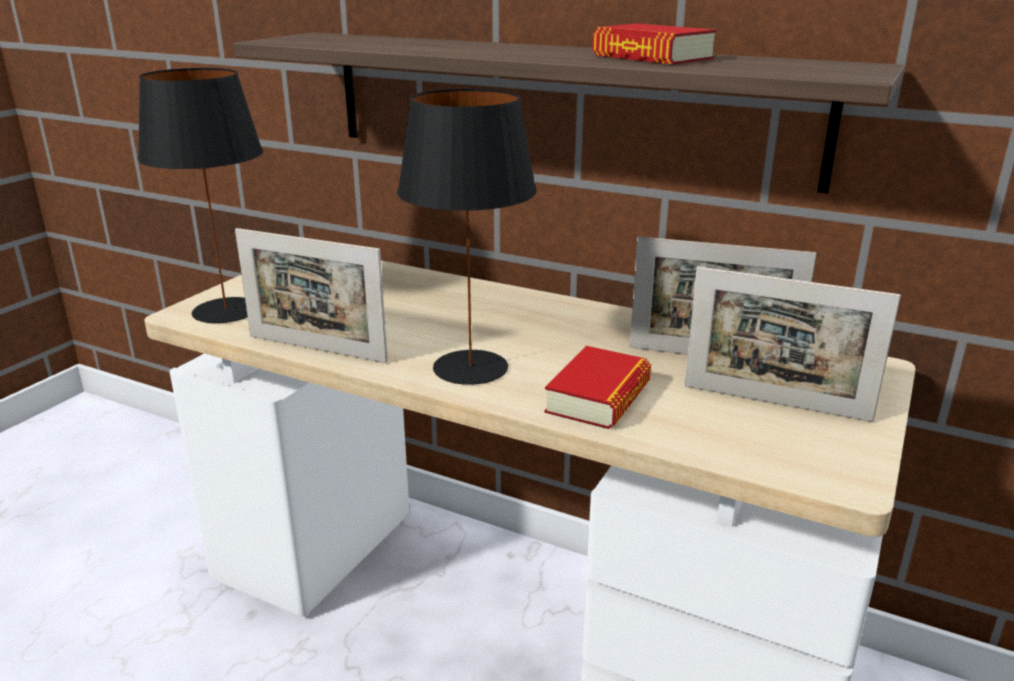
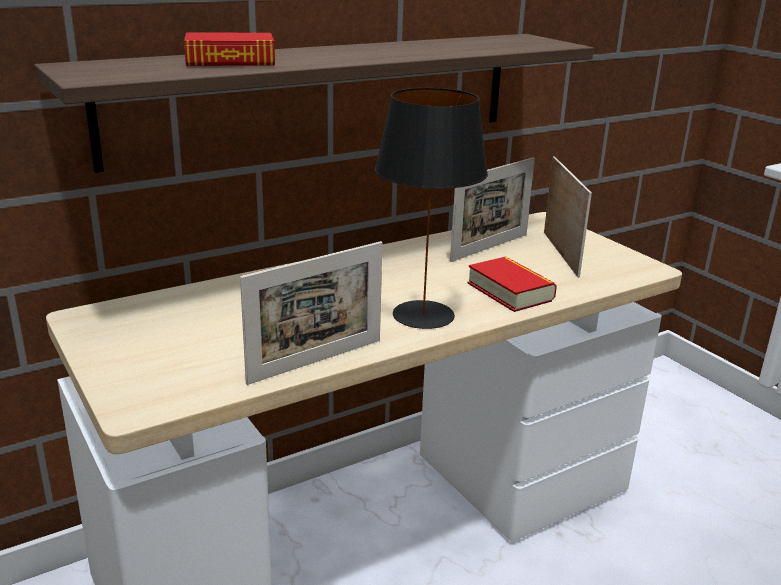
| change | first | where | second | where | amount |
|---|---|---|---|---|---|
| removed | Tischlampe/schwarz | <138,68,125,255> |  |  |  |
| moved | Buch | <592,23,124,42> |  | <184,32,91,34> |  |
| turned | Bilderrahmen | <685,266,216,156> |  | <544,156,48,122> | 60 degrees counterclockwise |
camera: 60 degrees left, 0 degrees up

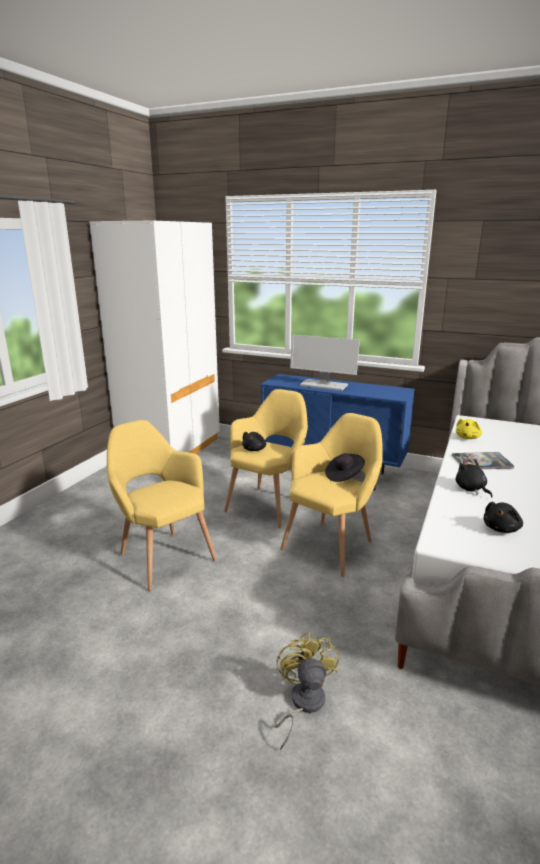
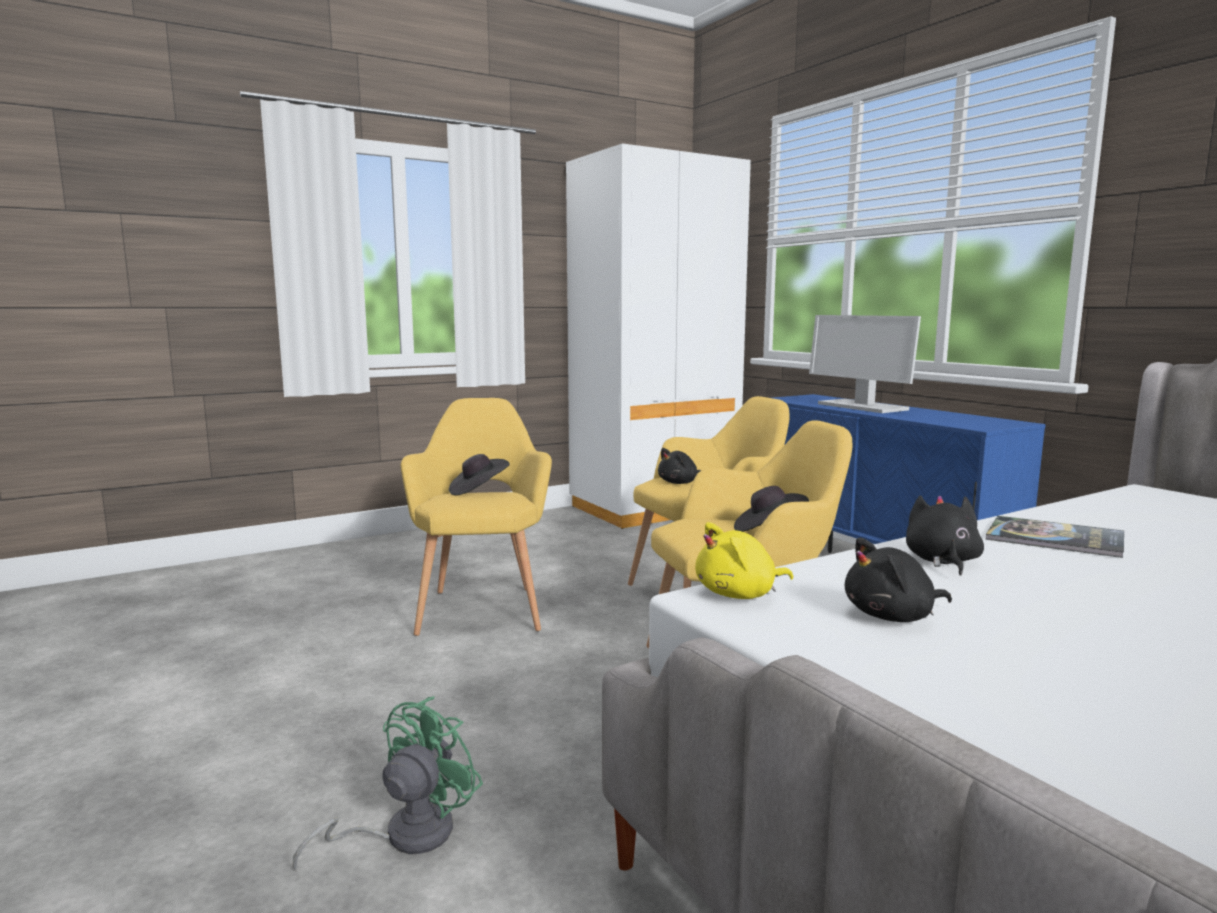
| change | first | where | second | where | amount |
|---|---|---|---|---|---|
| added |  |  | Hut/schwarz | <449,454,61,41> |  |
| moved | Plüschtier/gelb | <456,418,26,21> |  | <695,522,98,77> |  |
| recoloured | Ventilator/gelb | <275,632,64,118> | Ventilator/grün | <293,696,190,175> |  |
camera: 35 degrees right, 10 degrees down

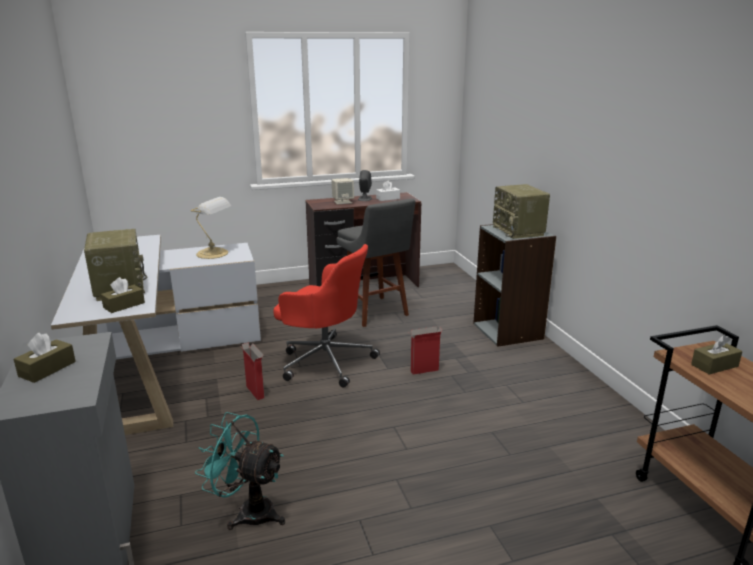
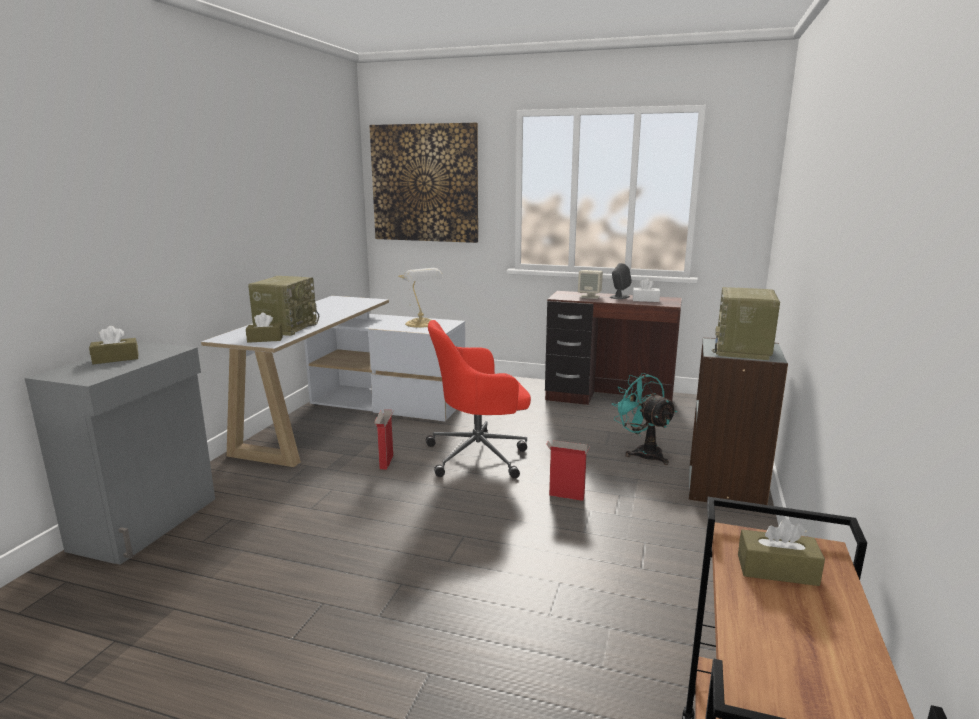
| change | first | where | second | where | amount |
|---|---|---|---|---|---|
| removed | Hocker/grau | <336,199,80,128> |  |  |  |
| added |  |  | Bild | <369,123,109,120> |  |
| moved | Ventilator/türkis | <195,412,90,118> |  | <612,373,65,92> |  |
| turned | Bürostuhl/rot | <273,244,107,144> |  | <426,320,105,159> | 105 degrees clockwise |
camera: 35 degrees right, 5 degrees down

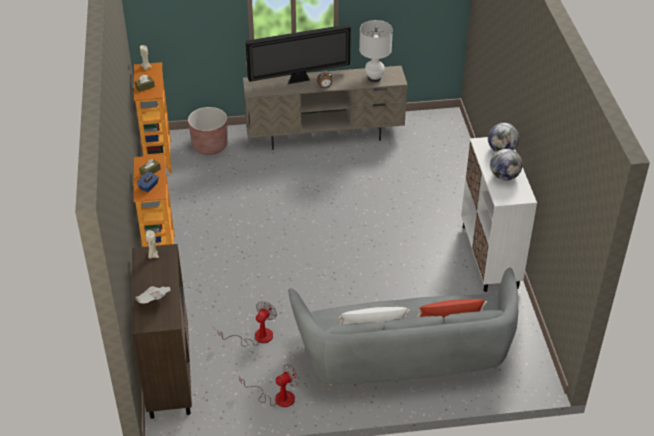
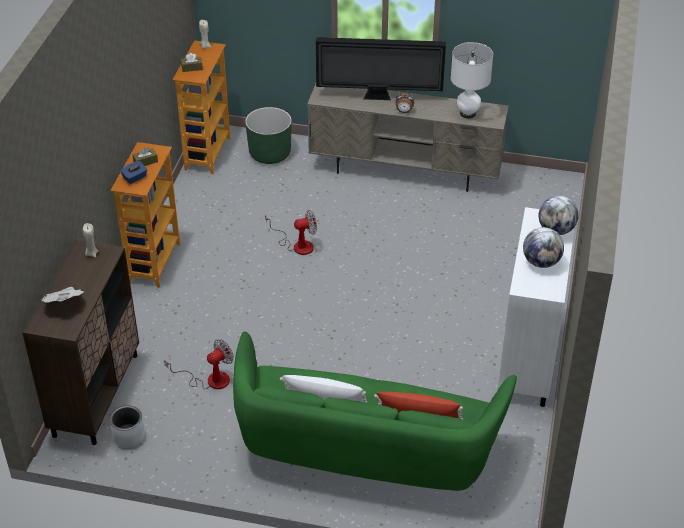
| change | first | where | second | where | amount |
|---|---|---|---|---|---|
| added |  |  | Pflanzkübel/grau | <109,405,36,43> |  |
| moved | Ventilator | <239,364,60,43> |  | <265,210,52,45> |  |
| recoloured | Pflanzkübel/braun | <188,107,39,48> | Pflanzkübel/grün | <245,107,47,57> |  |
| recoloured | Sofa/grau | <288,267,230,118> | Sofa/grün | <233,331,284,160> |  |
camera: 20 degrees right, 0 degrees up

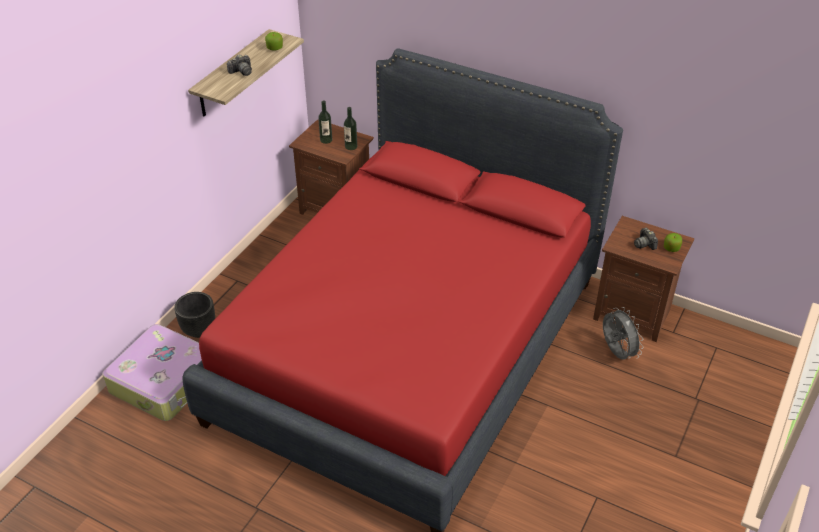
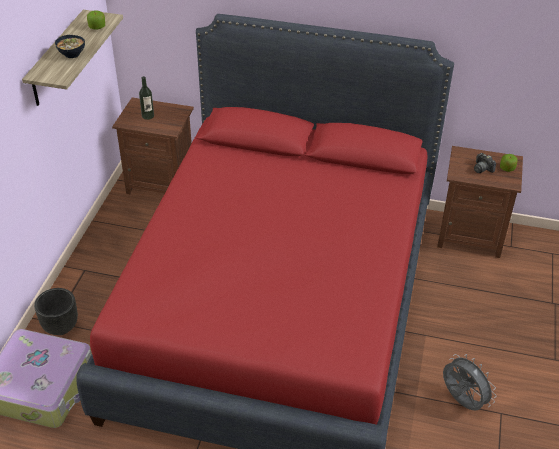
| change | first | where | second | where | amount |
|---|---|---|---|---|---|
| removed | Flasche | <344,107,13,43> |  |  |  |
| moved | Ventilator/grau | <603,307,41,52> |  | <443,354,53,57> |  |
| replaced | Kamera | <227,55,25,21> | Schüssel | <55,35,30,23> |  |
camera: 15 degrees left, 0 degrees up

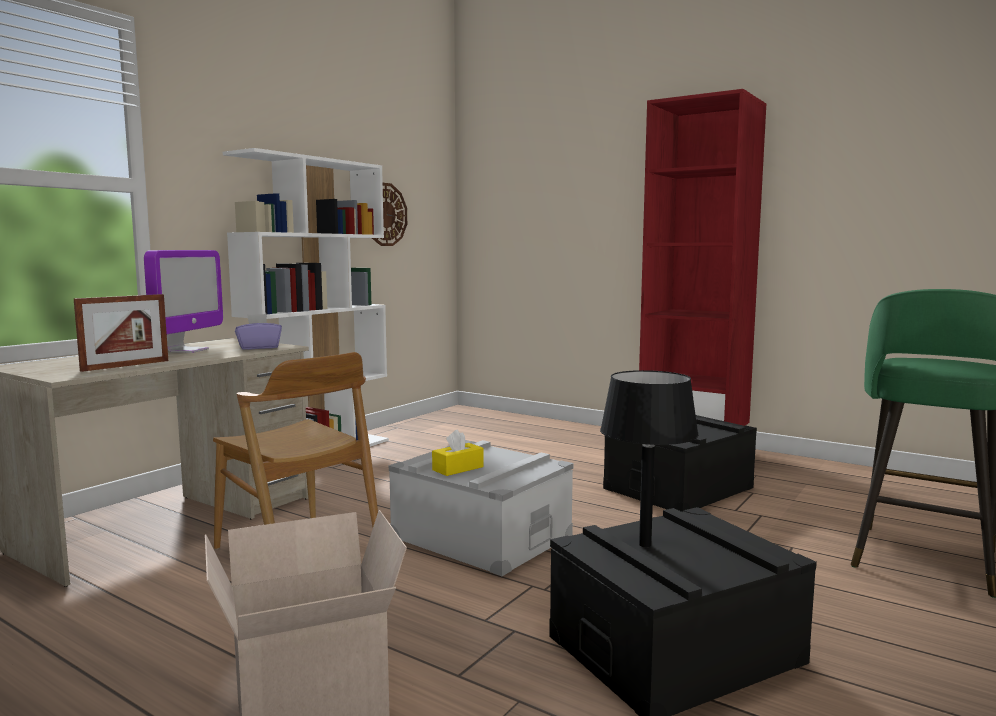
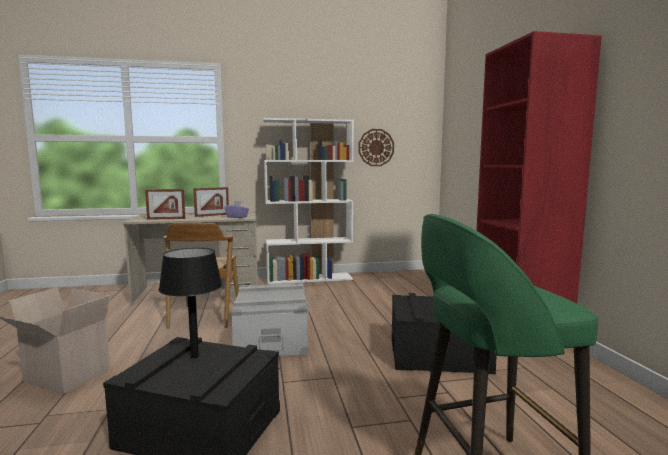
| change | first | where | second | where | amount |
|---|---|---|---|---|---|
| removed | Taschentuchbox/gelb | <432,429,52,47> |  |  |  |
| replaced | Monitor | <144,250,79,103> | Bilderrahmen | <193,187,36,30> |  |
camera: 45 degrees right, 0 degrees up

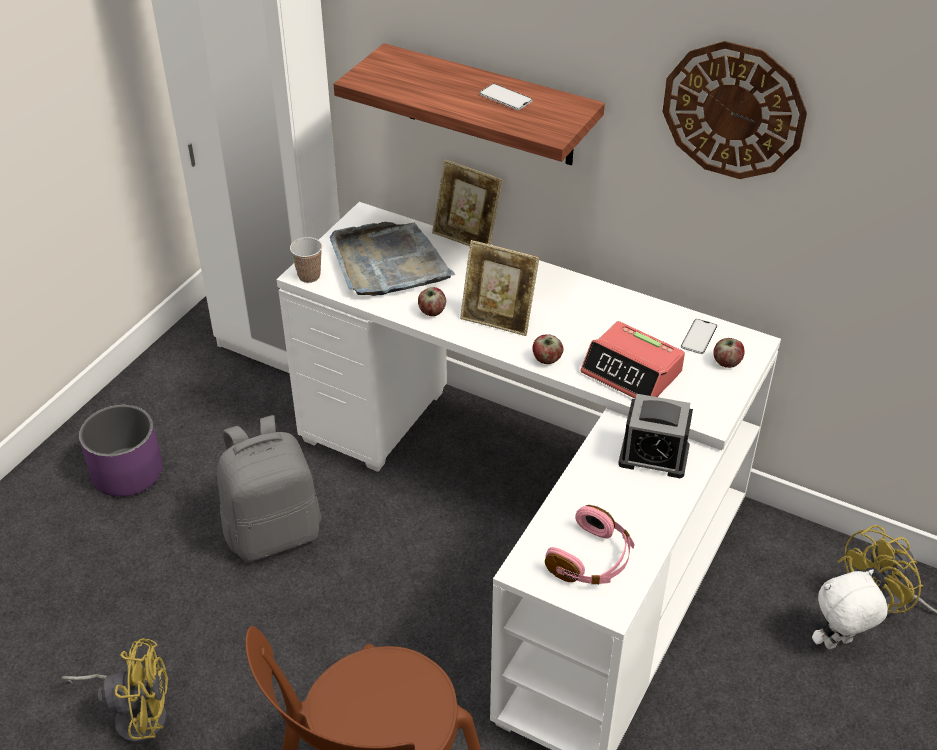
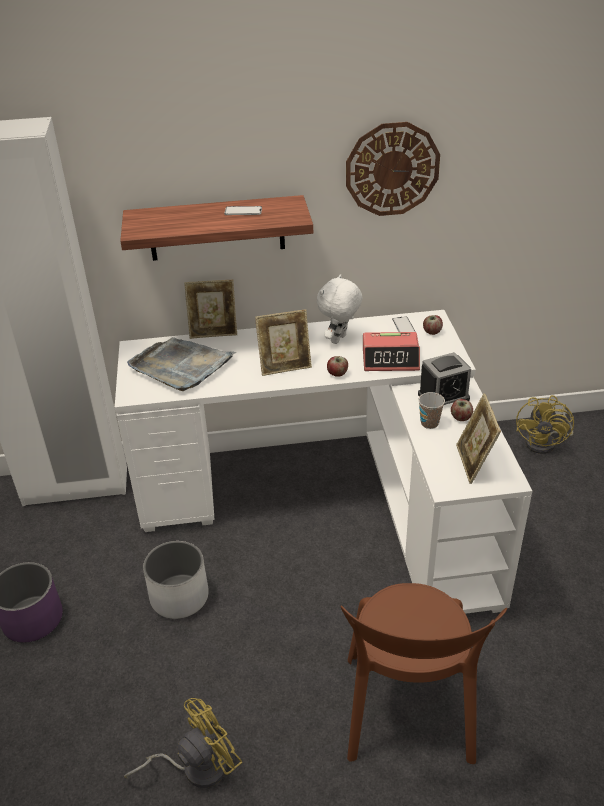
| change | first | where | second | where | amount |
|---|---|---|---|---|---|
| moved | Tasse | <290,237,32,46> |  | <419,392,26,37> |  |
| moved | Apfel | <418,287,28,29> |  | <451,399,22,22> |  |
| moved | Plüschtier/weiß | <812,569,76,80> |  | <317,274,46,70> |  |
| replaced | Rucksack/grau | <217,415,104,147> | Pflanzkübel/weiß | <143,541,66,78> |  |
| replaced | Kopfhörer/rosa | <545,505,90,79> | Bilderrahmen | <456,393,45,91> |  |
camera: 35 degrees left, 5 degrees down

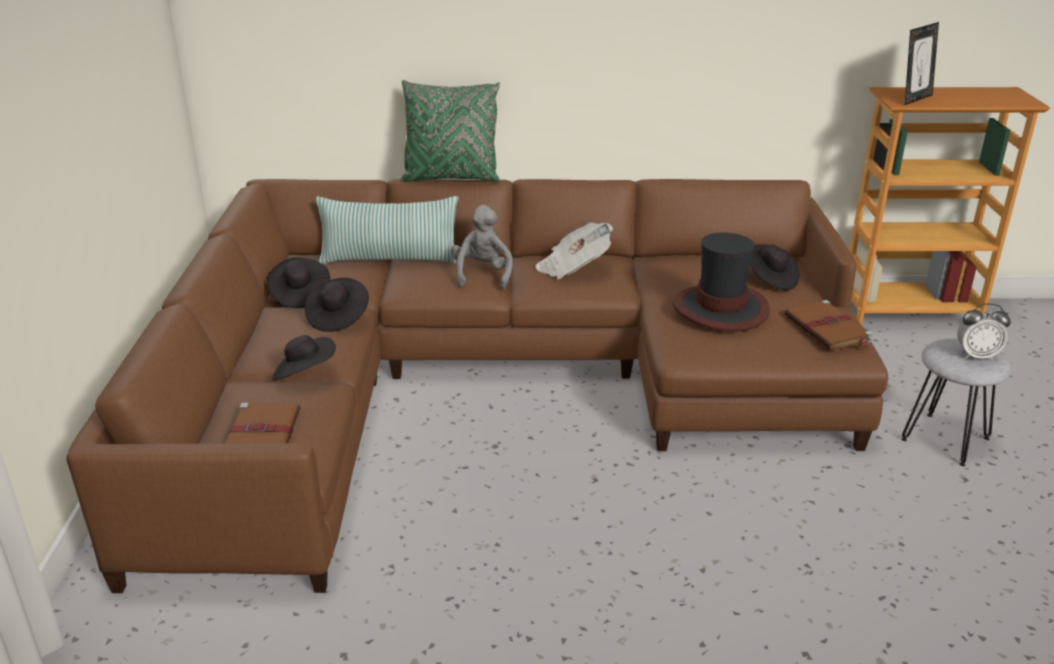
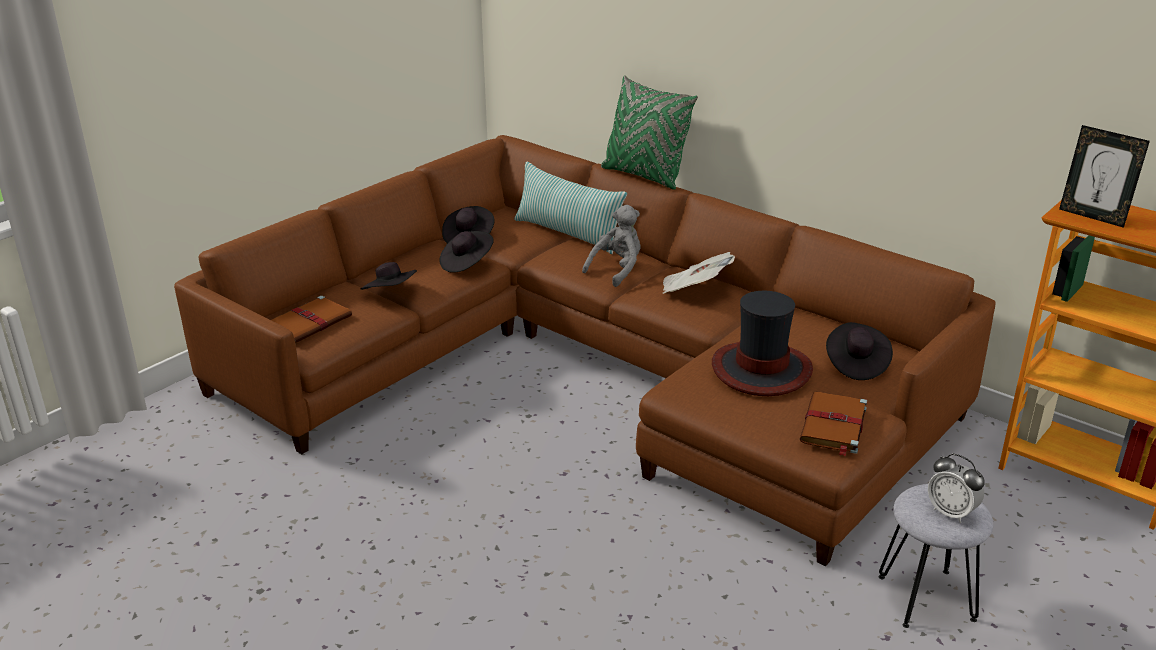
| change | first | where | second | where | amount |
|---|---|---|---|---|---|
| turned | Bilderrahmen | <905,22,34,83> |  | <1059,125,91,103> | 45 degrees clockwise |
camera: 40 degrees right, 0 degrees up

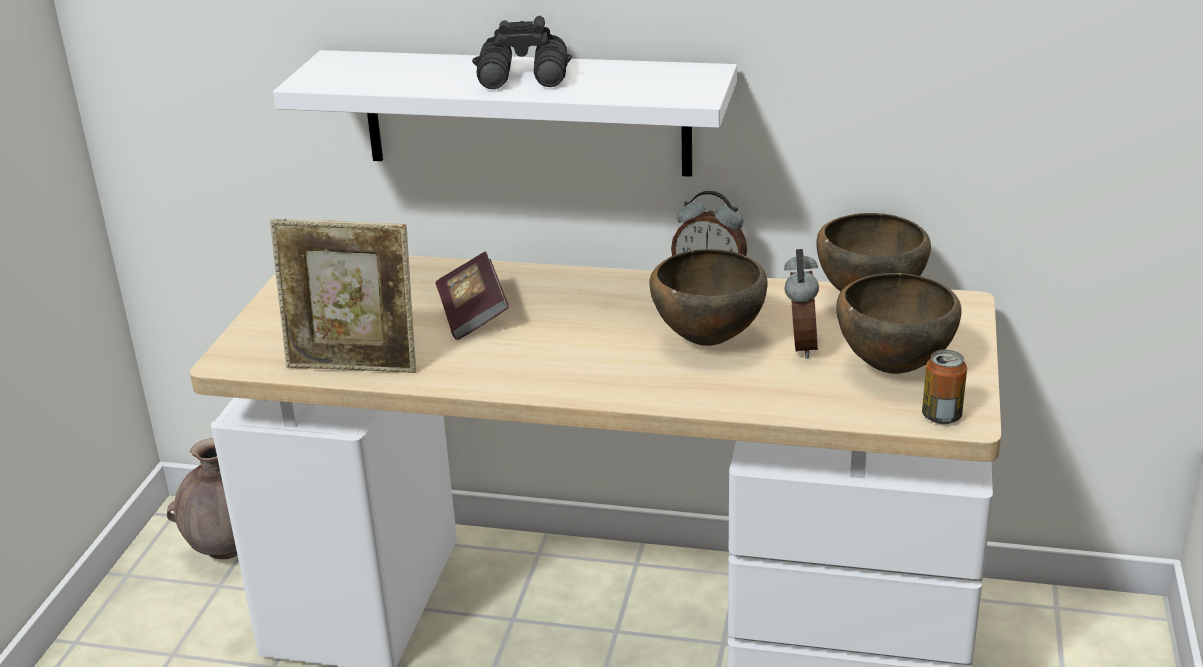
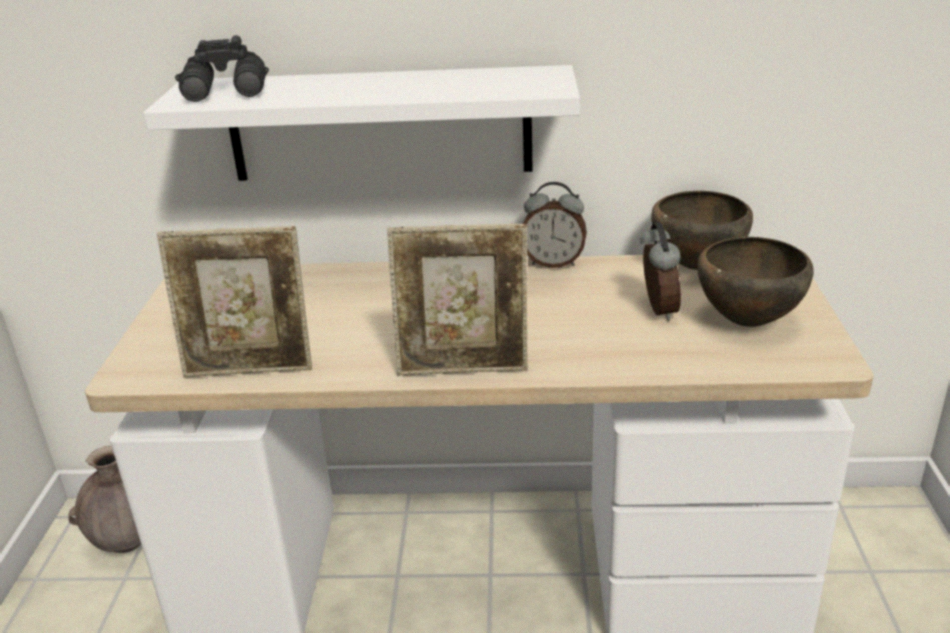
| change | first | where | second | where | amount |
|---|---|---|---|---|---|
| removed | Buch | <435,251,74,89> |  |  |  |
| removed | Schüssel/braun | <649,249,119,97> |  |  |  |
| removed | Dose | <922,350,45,74> |  |  |  |
| added |  |  | Bilderrahmen | <387,224,141,152> |  |
| moved | Fernglas/schwarz | <472,16,100,73> |  | <175,35,94,67> |  |
camera: 10 degrees left, 0 degrees up

